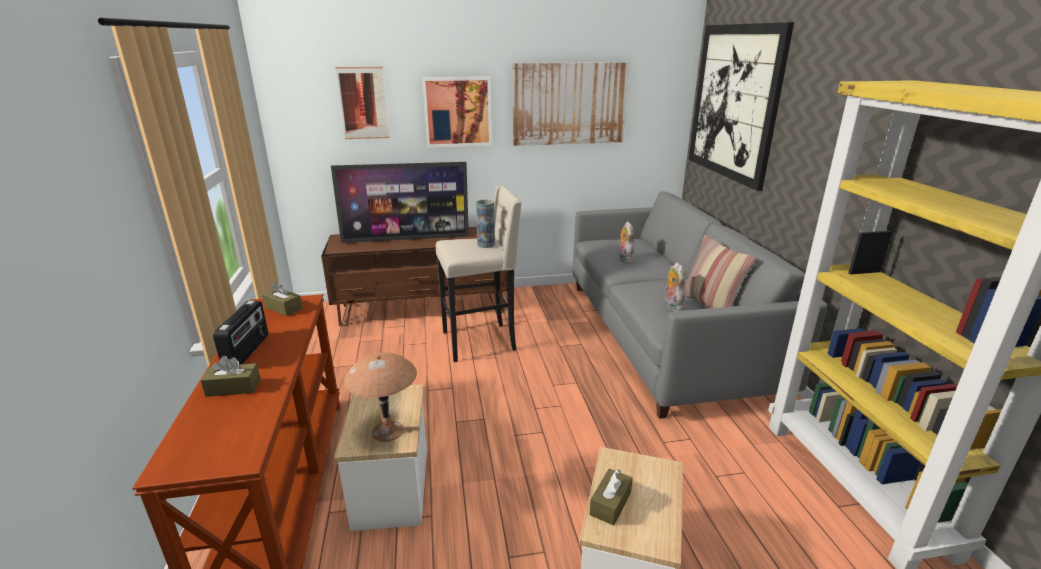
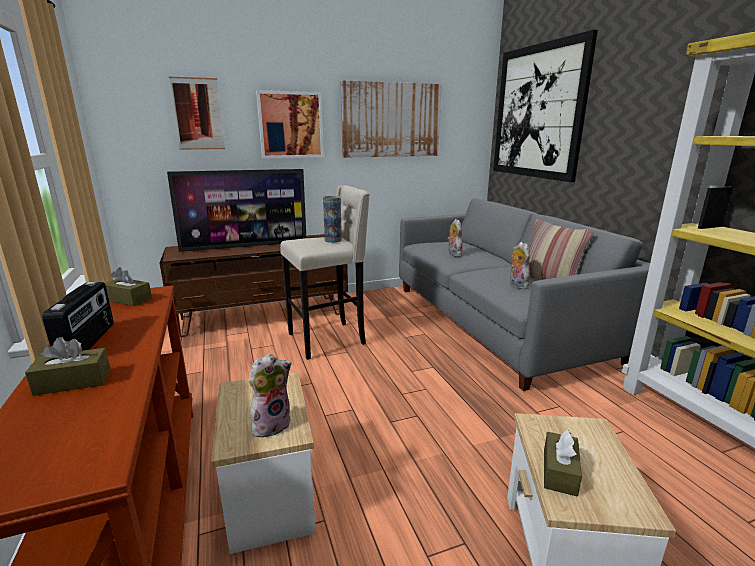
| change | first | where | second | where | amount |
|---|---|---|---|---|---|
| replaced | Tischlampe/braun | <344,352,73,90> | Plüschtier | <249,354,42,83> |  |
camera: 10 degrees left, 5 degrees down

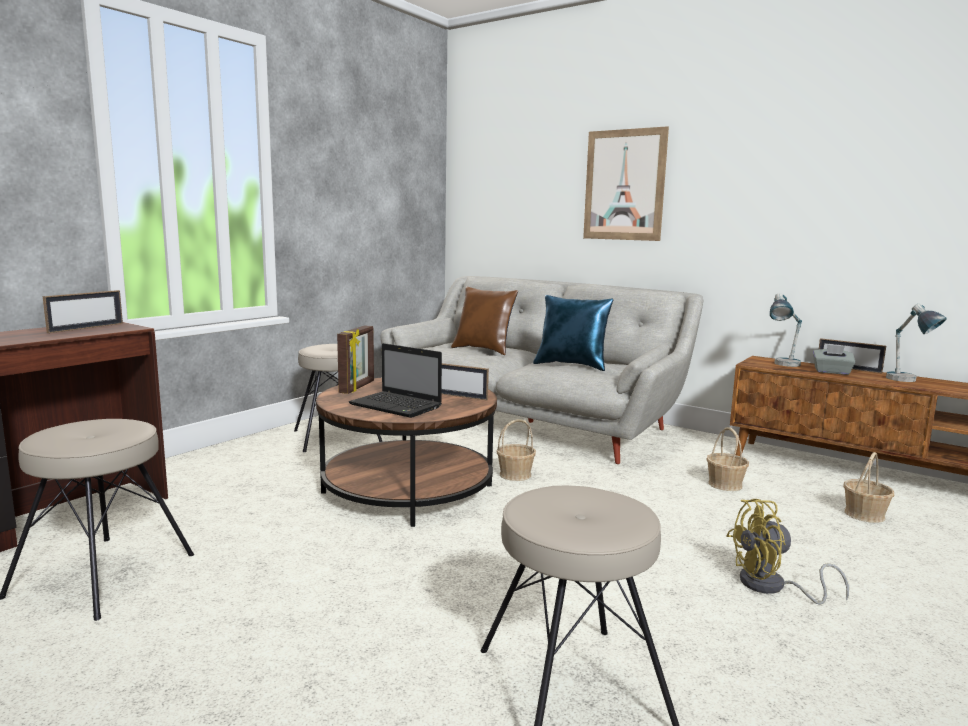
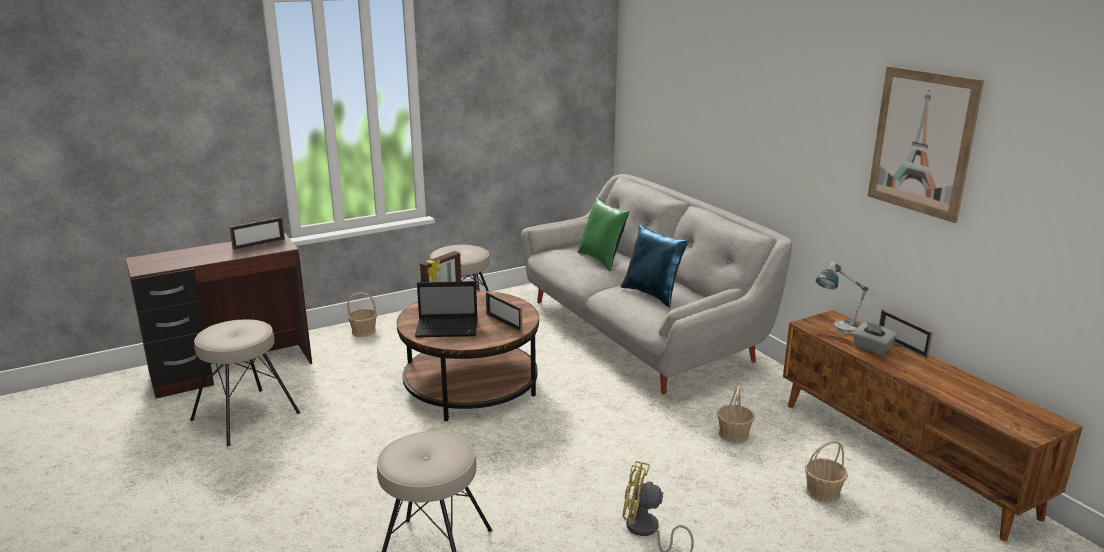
| change | first | where | second | where | amount |
|---|---|---|---|---|---|
| removed | Tischlampe | <886,304,61,78> |  |  |  |
| moved | Korb | <497,419,39,62> |  | <347,292,30,45> |  |
| moved | Bild | <583,126,86,115> |  | <868,66,116,157> |  |
| recoloured | Kissen/braun | <451,287,67,68> | Kissen/grün | <577,197,52,74> |  |
| turned | Laptop | <349,343,93,75> |  | <415,281,63,56> | 60 degrees counterclockwise |
camera: 25 degrees right, 10 degrees up

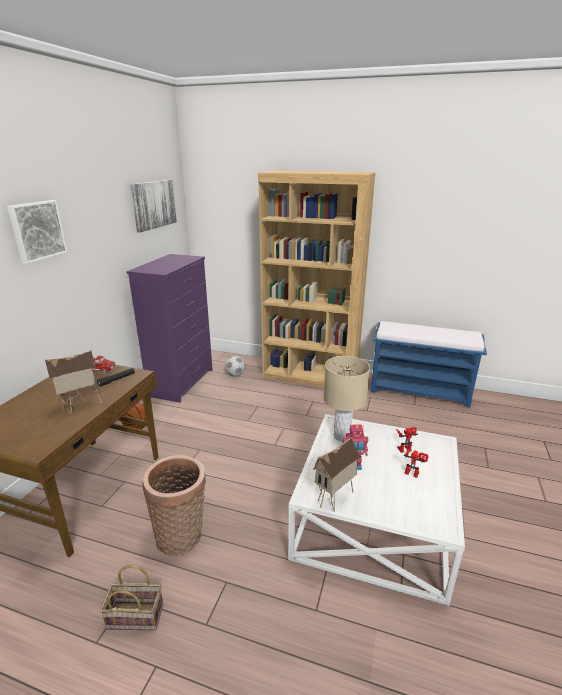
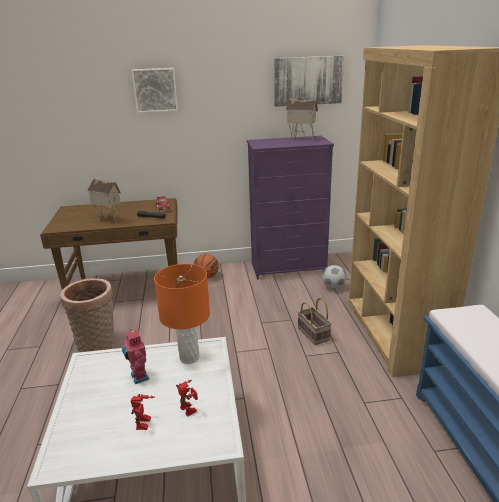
| change | first | where | second | where | amount |
|---|---|---|---|---|---|
| moved | Korb | <100,565,63,65> |  | <298,298,34,47> |  |
| moved | Spielzeughaus | <313,437,48,75> |  | <286,99,32,41> |  |
| recoloured | Tischlampe/beige | <323,356,47,85> | Tischlampe/orange | <154,264,56,100> |  |
camera: 65 degrees right, 0 degrees up

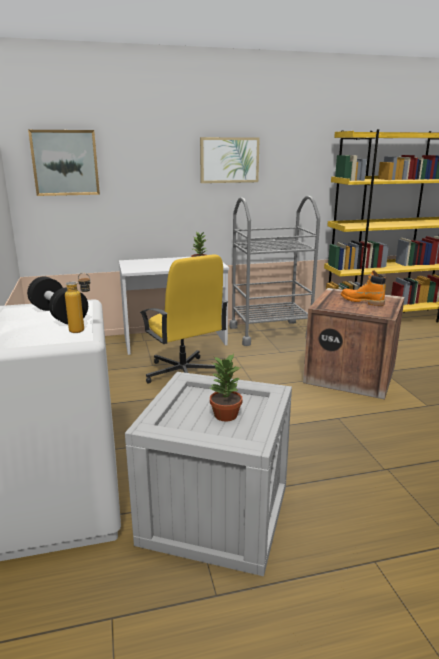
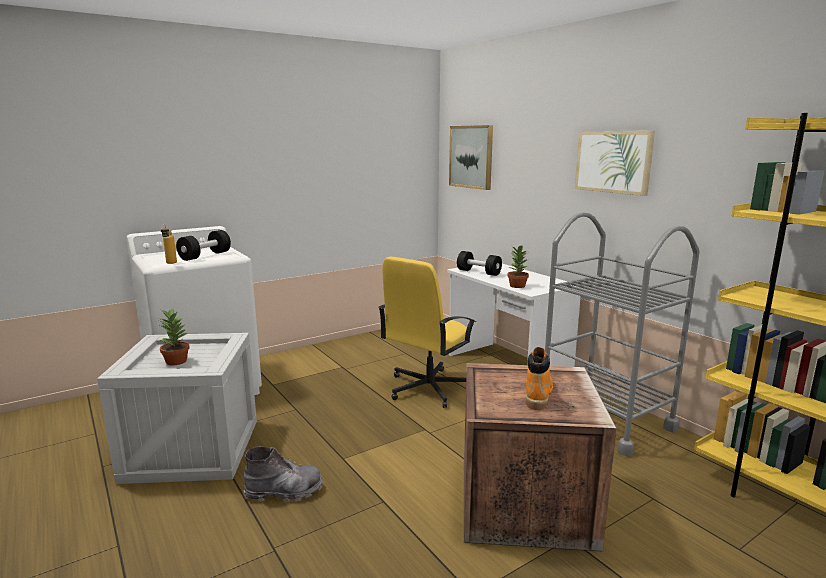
| change | first | where | second | where | amount |
|---|---|---|---|---|---|
| added |  |  | Stiefel/grau | <244,446,79,56> |  |
| added |  |  | Hantel/schwarz | <457,251,45,25> |  |
camera: 70 degrees right, 5 degrees down

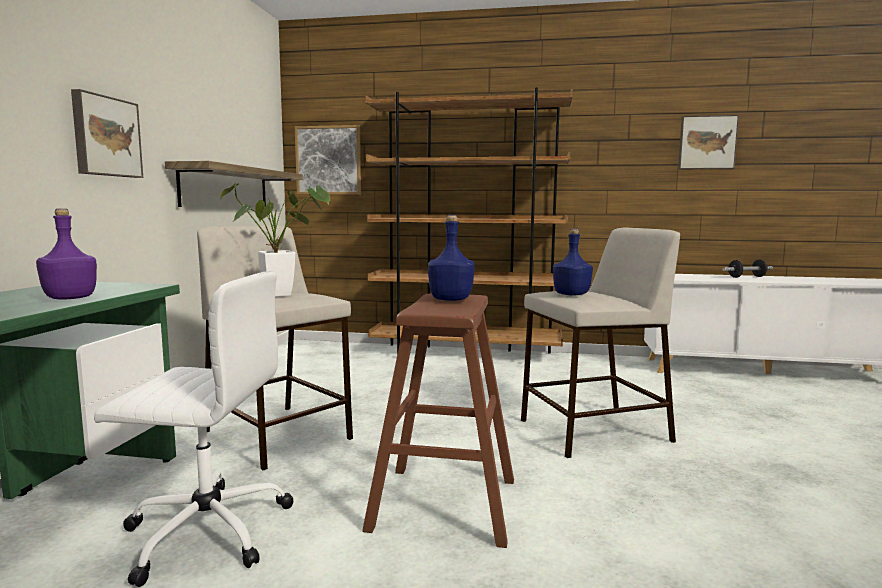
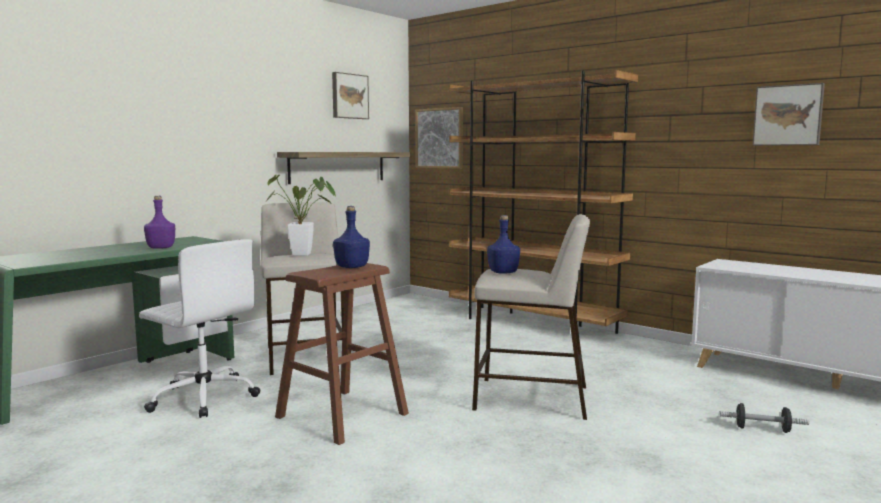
| change | first | where | second | where | amount |
|---|---|---|---|---|---|
| moved | Bild | <71,89,72,89> |  | <332,72,37,47> |  |
| moved | Hantel | <722,260,51,18> |  | <719,403,90,30> |  |
camera: 30 degrees right, 0 degrees up

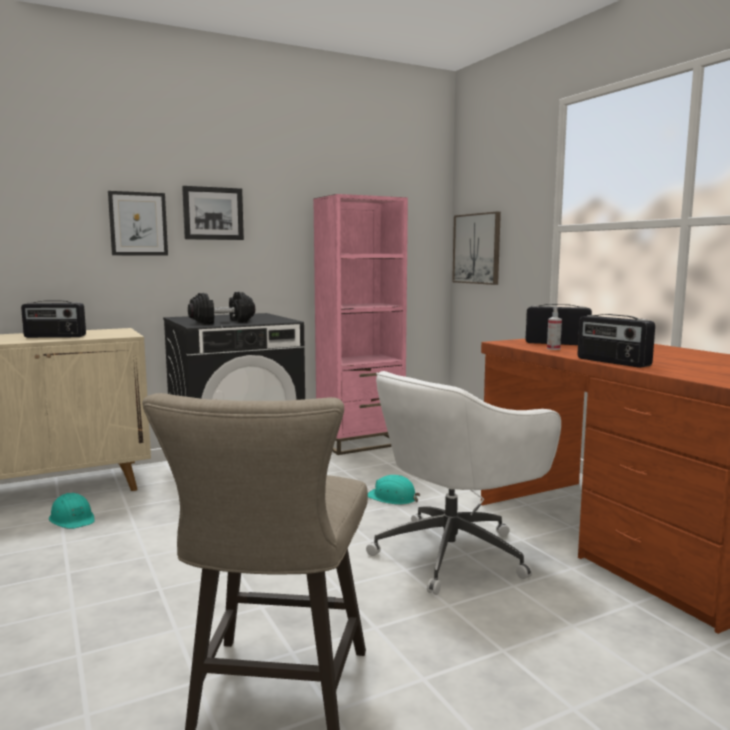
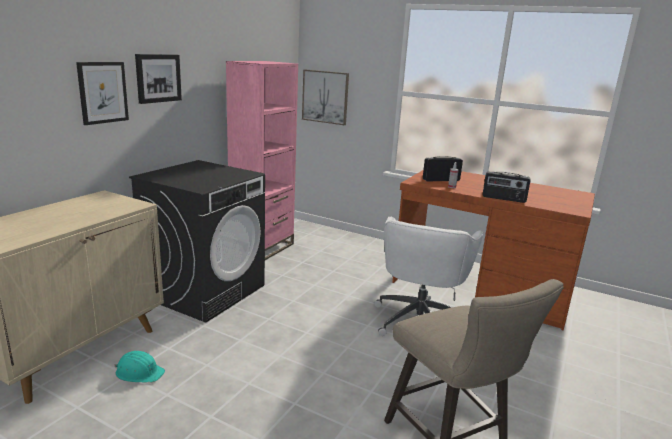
| change | first | where | second | where | amount |
|---|---|---|---|---|---|
| removed | Radio | <21,301,65,37> |  |  |  |
| removed | Hantel/schwarz | <188,292,67,32> |  |  |  |
| removed | Schutzhelm/türkis | <368,475,52,30> |  |  |  |
camera: 35 degrees left, 10 degrees up

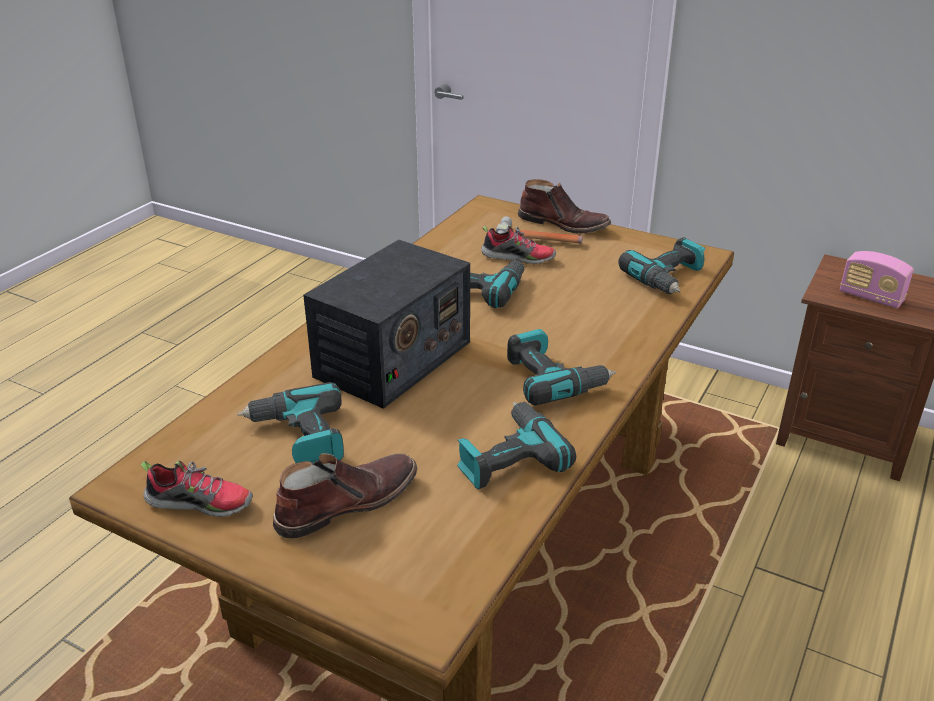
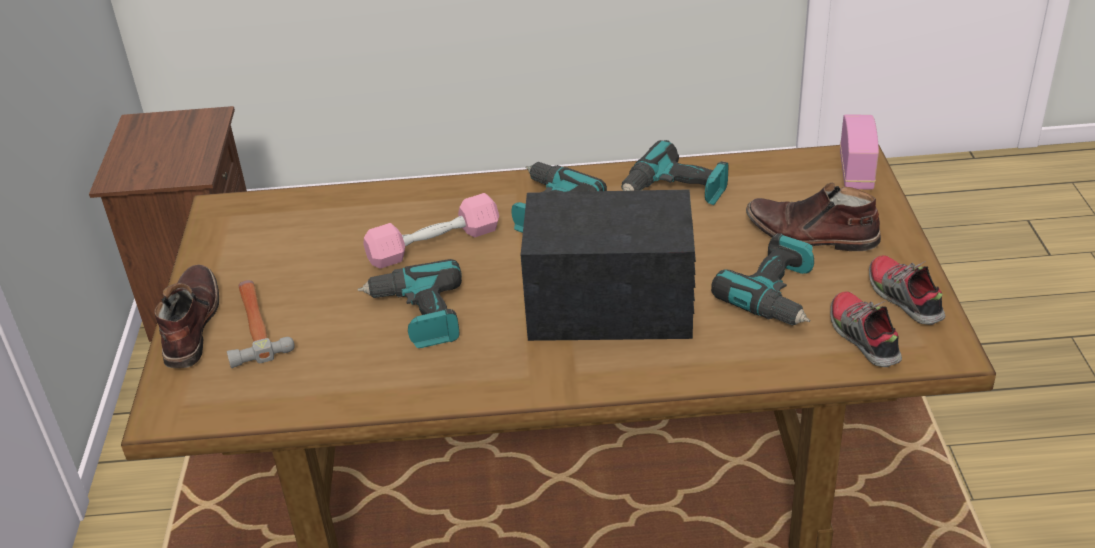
| change | first | where | second | where | amount |
|---|---|---|---|---|---|
| removed | Bohrmaschine | <618,237,87,57> |  |  |  |
| added |  |  | Hantel/rosa | <363,193,136,76> |  |
| moved | Schuh | <481,225,75,39> |  | <830,291,72,76> |  |
| moved | Radio | <840,251,74,58> |  | <840,114,39,75> |  |
camera: 120 degrees left, 5 degrees up

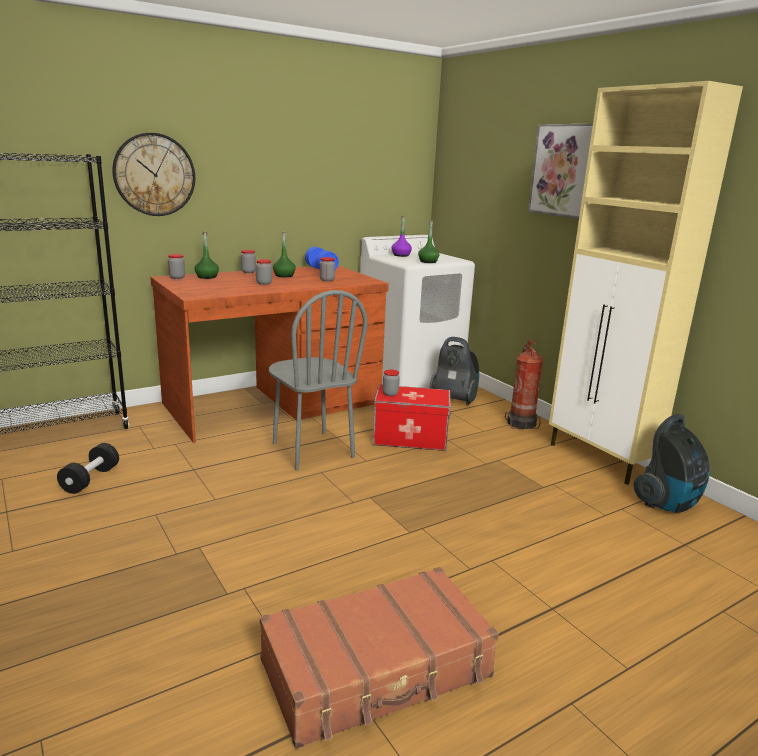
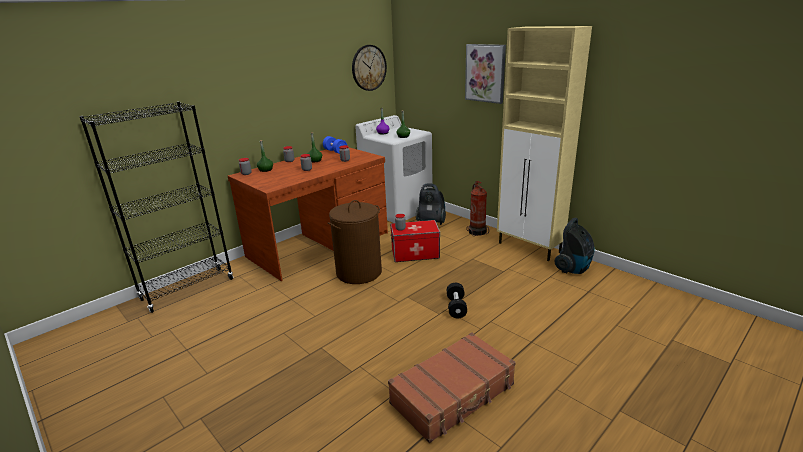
| change | first | where | second | where | amount |
|---|---|---|---|---|---|
| moved | Hantel/schwarz | <57,443,62,51> |  | <447,283,20,36> |  |
| moved | Wanduhr | <113,133,82,83> |  | <352,45,35,46> |  |
| replaced | Stuhl/grau | <269,290,98,180> | Wäschekorb/braun | <328,200,54,84> |  |
camera: 10 degrees left, 5 degrees up

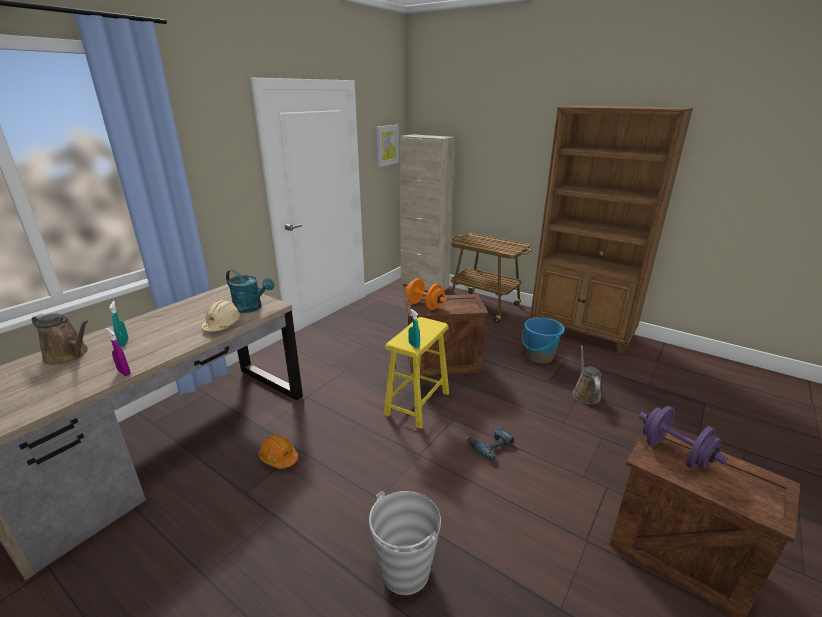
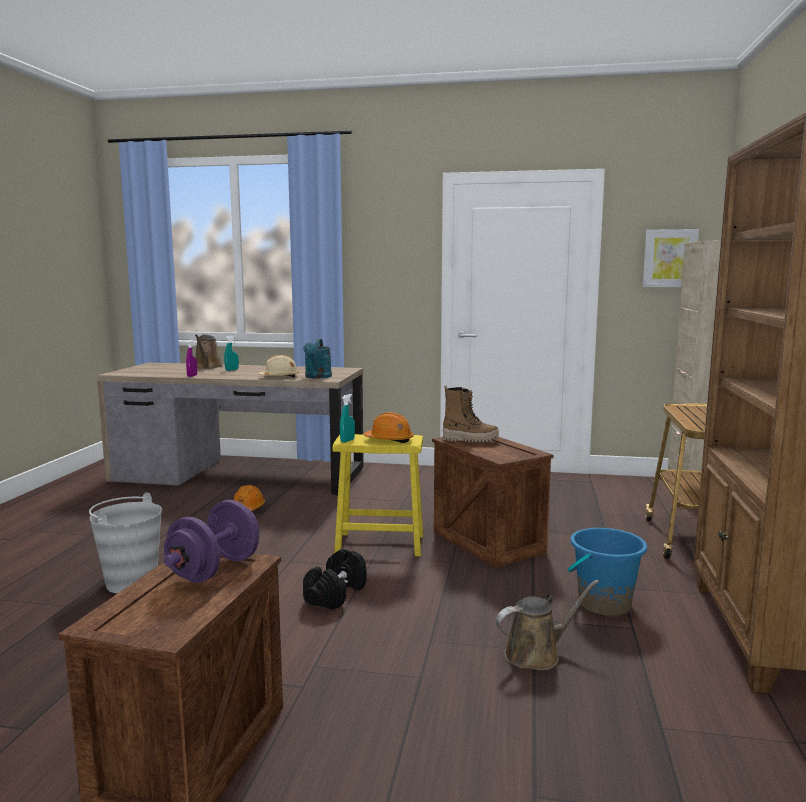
| change | first | where | second | where | amount |
|---|---|---|---|---|---|
| added |  |  | Schutzhelm/orange | <364,412,50,31> |  |
| replaced | Hantel/orange | <405,278,41,32> | Stiefel | <443,385,56,57> |  |
| replaced | Bohrmaschine | <466,427,48,34> | Hantel/schwarz | <303,548,64,62> |  |
camera: 65 degrees right, 15 degrees down

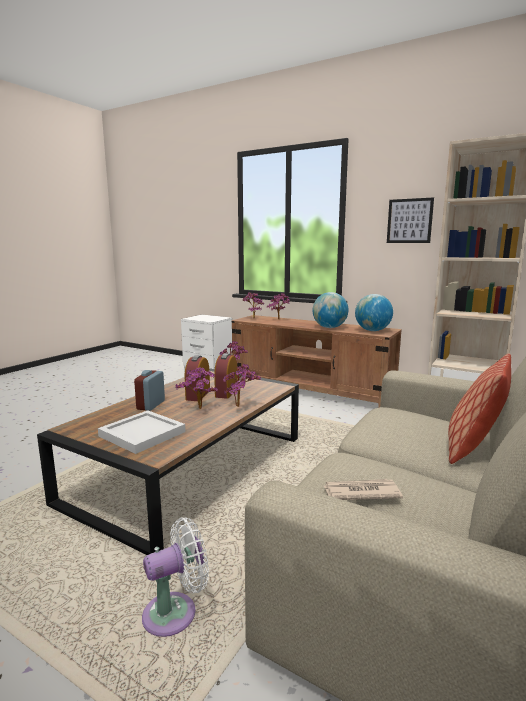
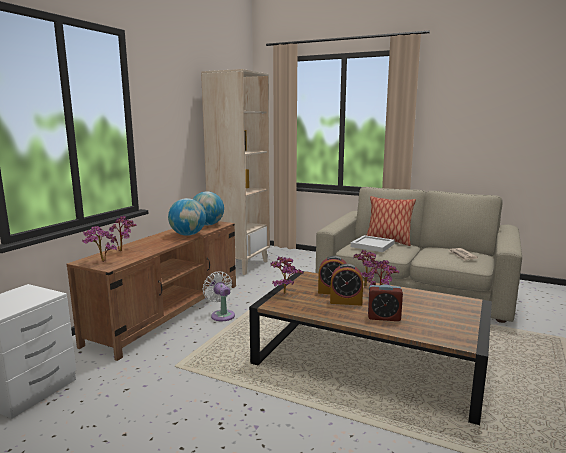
| change | first | where | second | where | amount |
|---|---|---|---|---|---|
| removed | Bild | <387,197,47,46> |  |  |  |
| moved | Tablett/weiß | <98,410,88,44> |  | <351,235,44,17> |  |
| moved | Ventilator/weiß | <142,517,67,120> |  | <202,271,33,50> |  |
camera: 95 degrees left, 0 degrees up

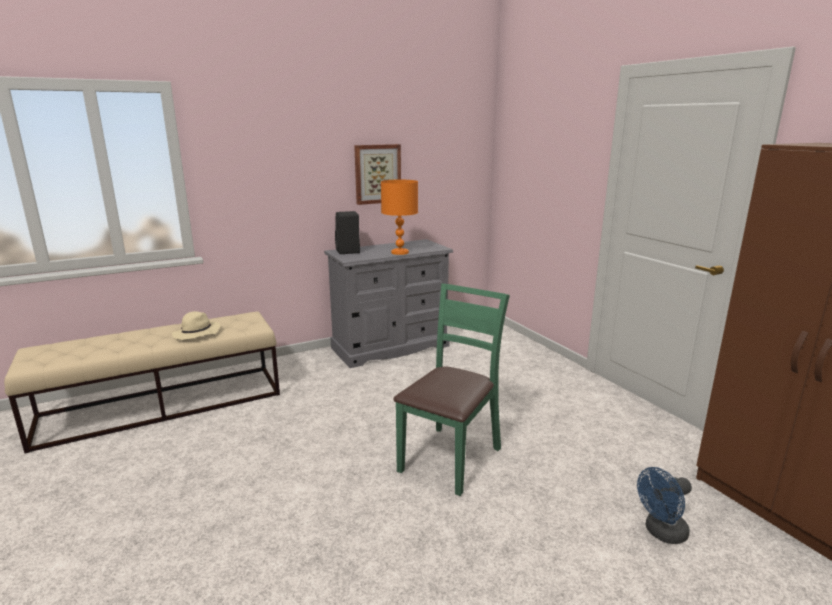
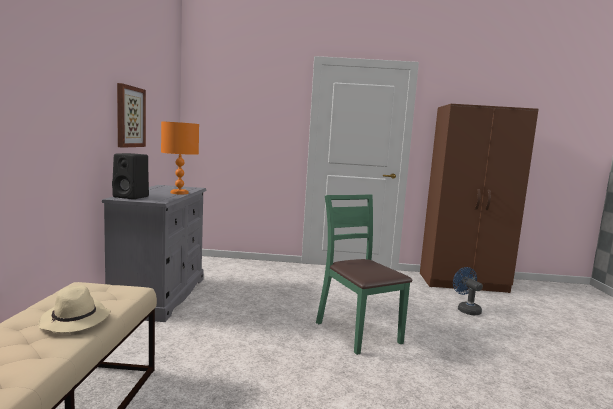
| change | first | where | second | where | amount |
|---|---|---|---|---|---|
| turned | Ventilator/blau | <637,467,55,77> |  | <453,267,30,48> | 150 degrees clockwise |
camera: 60 degrees left, 10 degrees down

